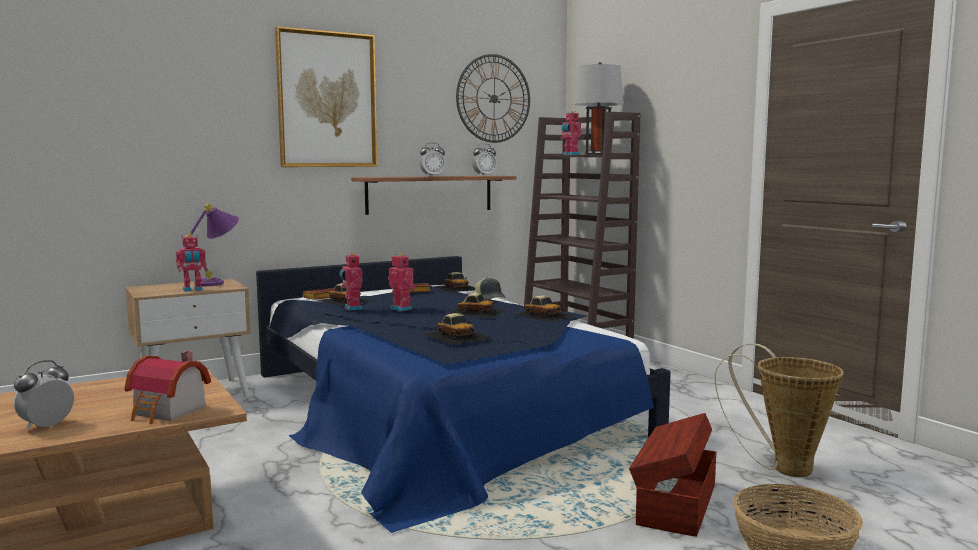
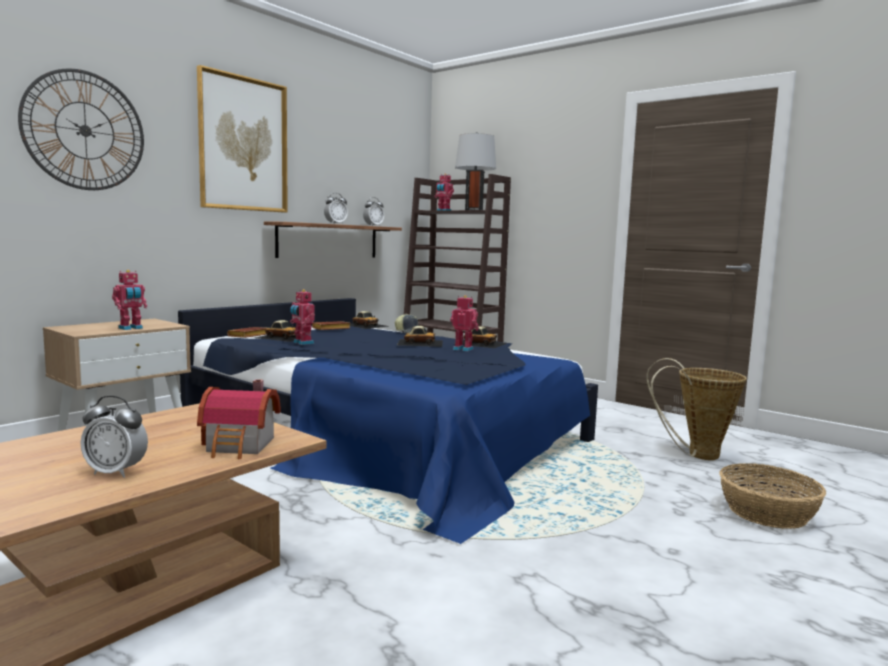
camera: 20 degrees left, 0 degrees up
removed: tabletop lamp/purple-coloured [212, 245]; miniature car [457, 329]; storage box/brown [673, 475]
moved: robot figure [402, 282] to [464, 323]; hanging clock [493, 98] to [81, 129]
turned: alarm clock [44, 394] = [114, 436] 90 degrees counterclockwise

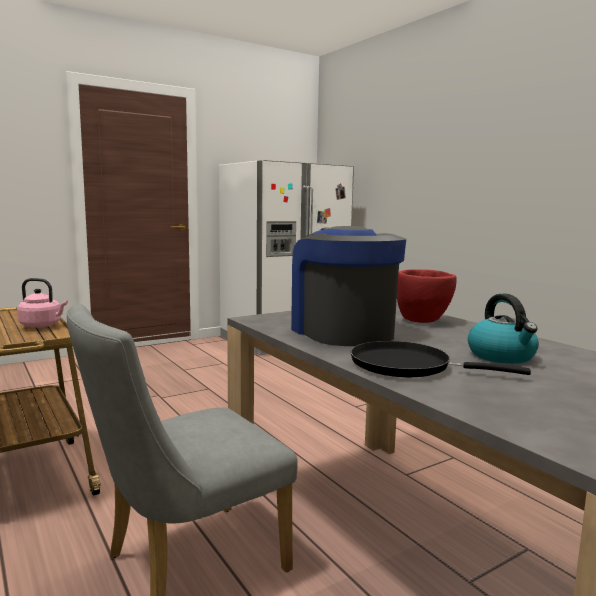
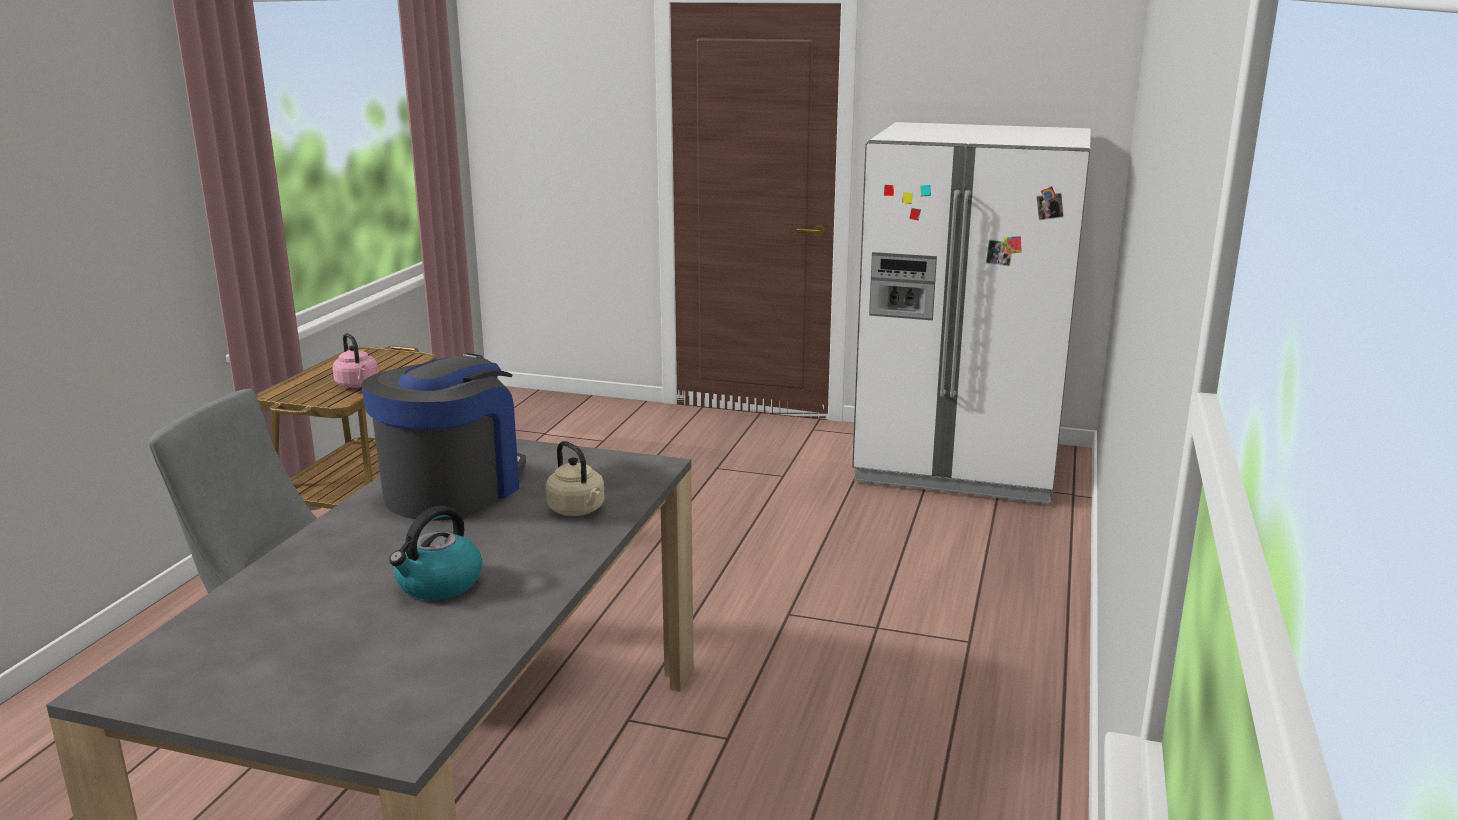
camera: 50 degrees right, 10 degrees up
removed: pan/black-coloured [441, 359]
replaced: deep dish/reddish [427, 296] to tea kettle/sand-coloured [575, 478]

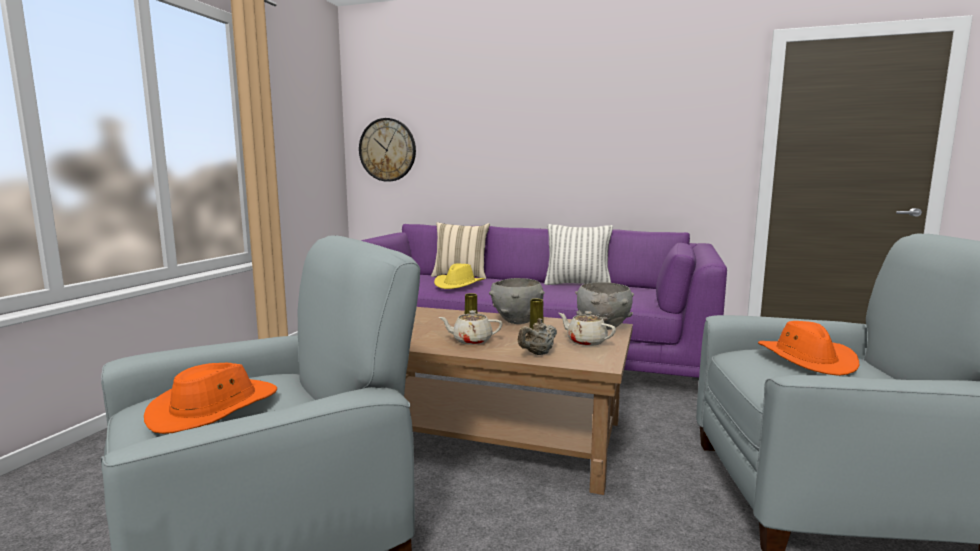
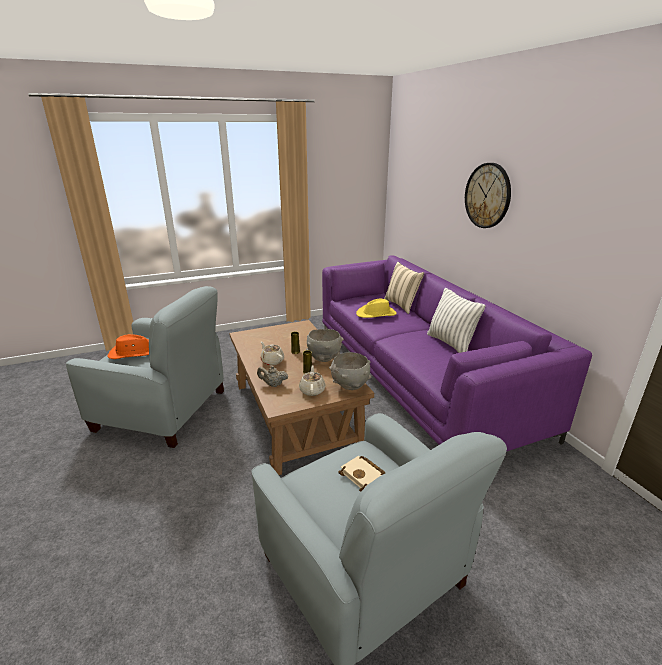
camera: 50 degrees right, 15 degrees up
moved: hanging clock [387, 150] to [488, 195]
replaced: wearable hat/orange-coloured [808, 348] to volume/sand-coloured [361, 474]

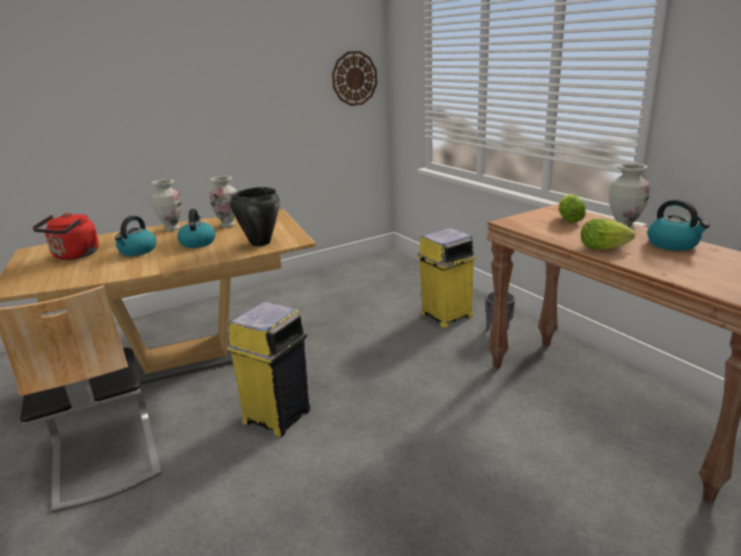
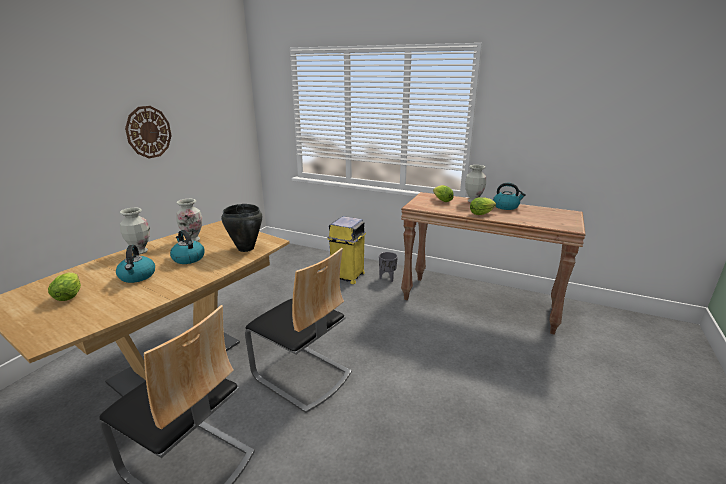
camera: 35 degrees left, 0 degrees up
moved: hanging clock [354, 78] to [148, 132]
replaced: tea kettle/reddish [65, 236] to lettuce [64, 286]; trash can/yellow [268, 369] to upright chair [298, 330]

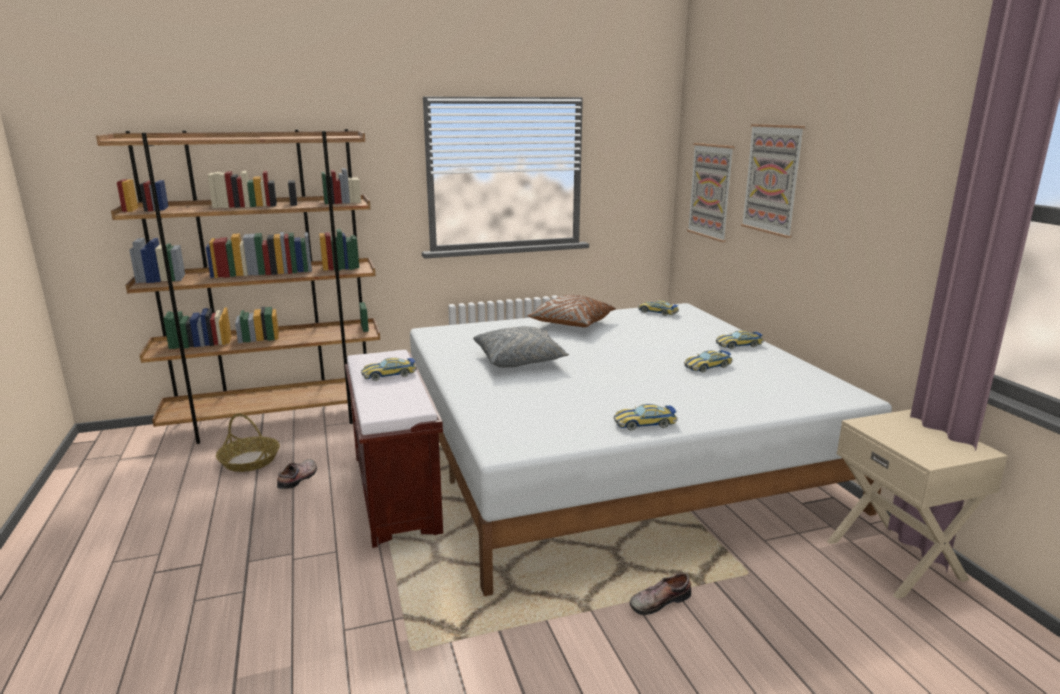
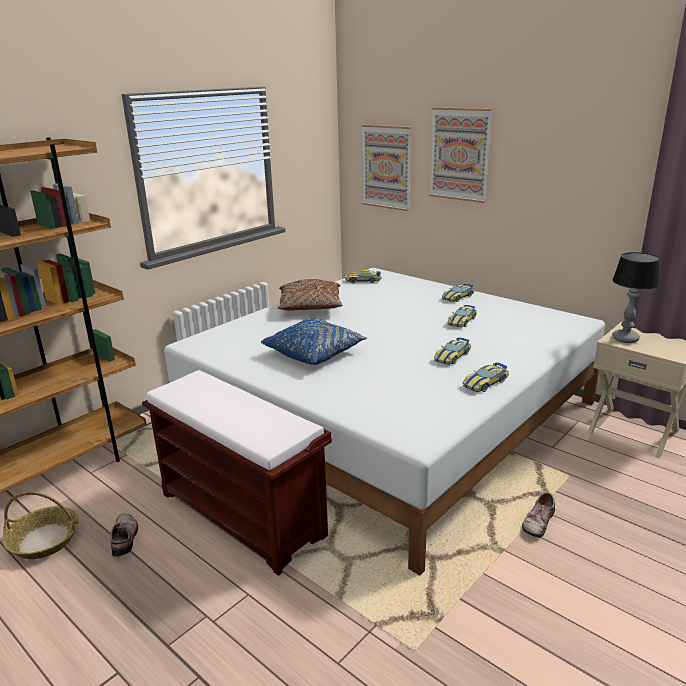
camera: 30 degrees left, 5 degrees up
added: tabletop lamp [635, 297]
moved: miniature car [389, 369] to [452, 351]
recoloured: throw pillow/grey [521, 347] to throw pillow/blue [314, 342]

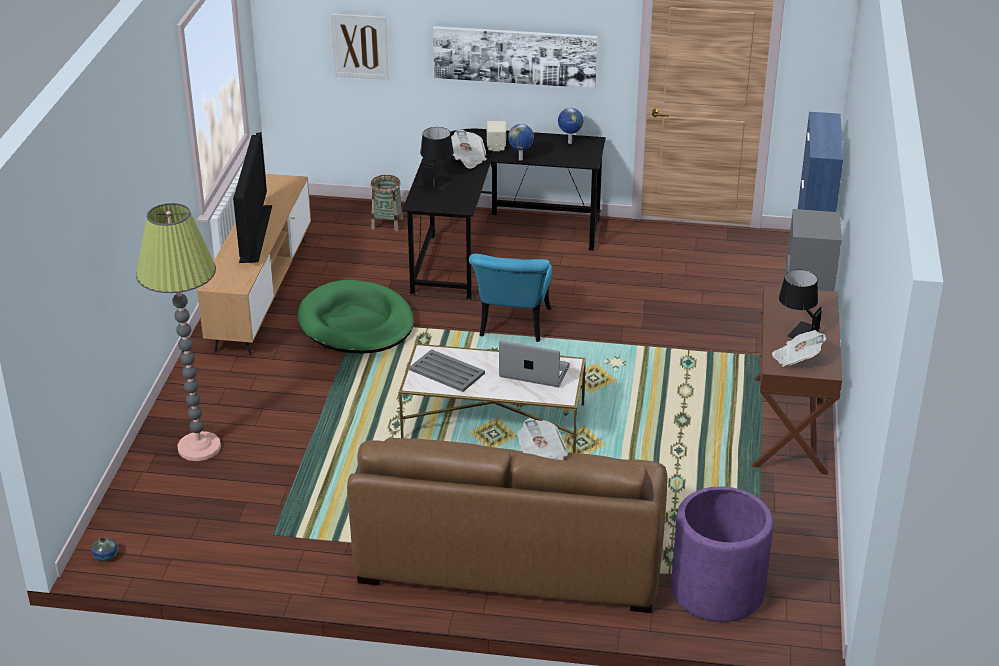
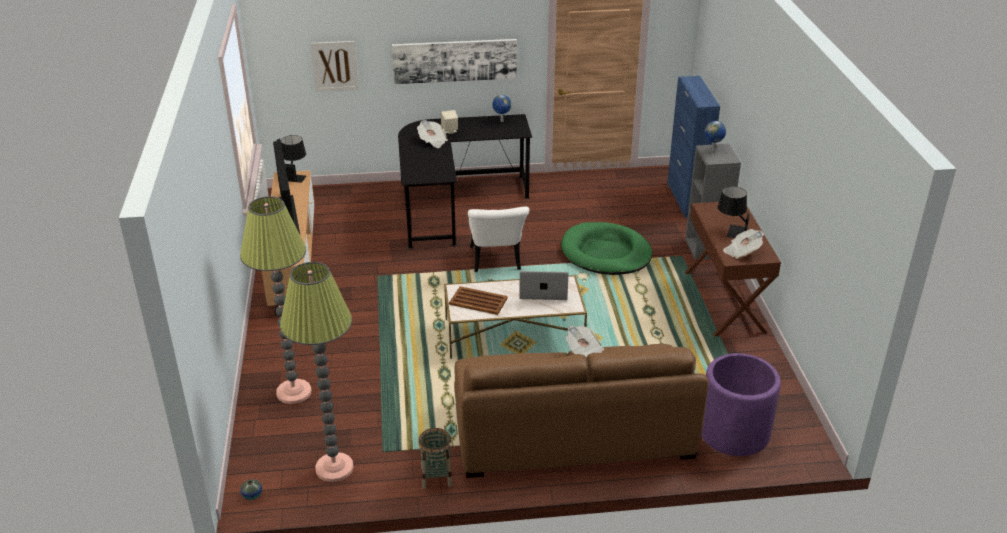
camera: 15 degrees left, 0 degrees up
added: standard lamp [317, 372]
moved: dog cushion/green [356, 317] to [606, 248]; household basket [387, 203] to [435, 458]; tabletop lamp/black-coloured [435, 158] to [293, 159]; desk globe [521, 142] to [715, 136]
recoloured: serving tray/grey [447, 370] to serving tray/brown [478, 300]; upright chair/blue-green [510, 298] to upright chair/whitish [498, 239]

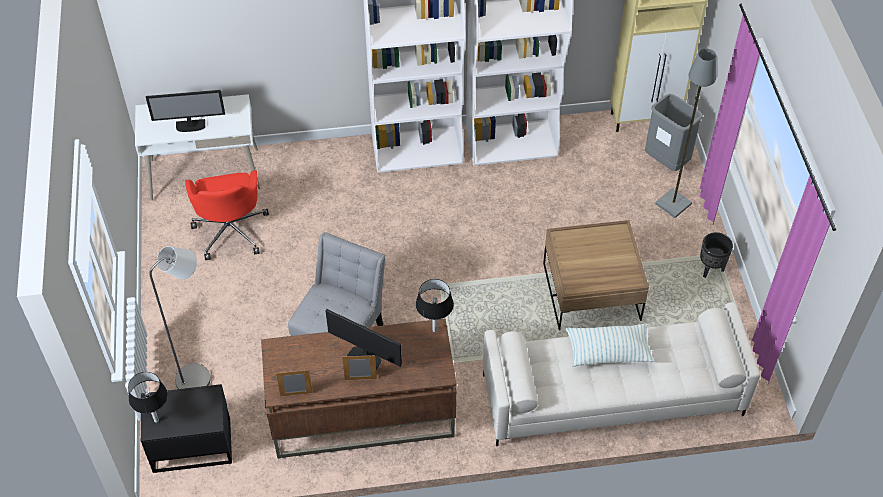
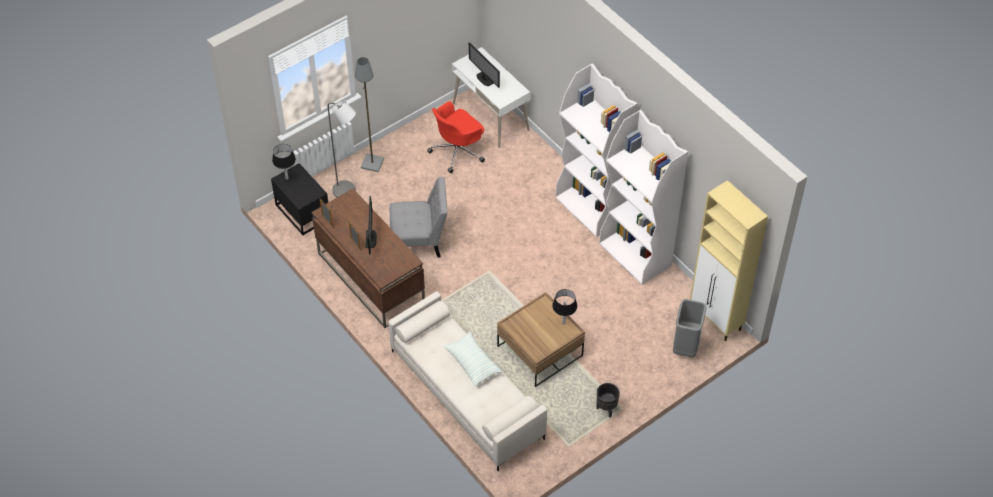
camera: 60 degrees right, 0 degrees up
moved: tabletop lamp/black-coloured [435, 305] to [564, 307]; standard lamp/grey [686, 133] to [369, 114]

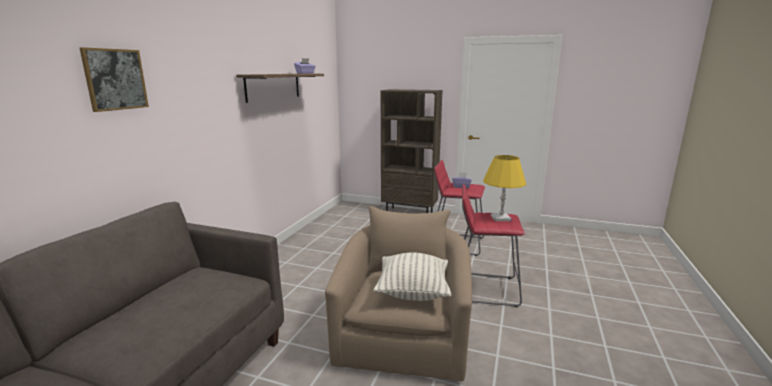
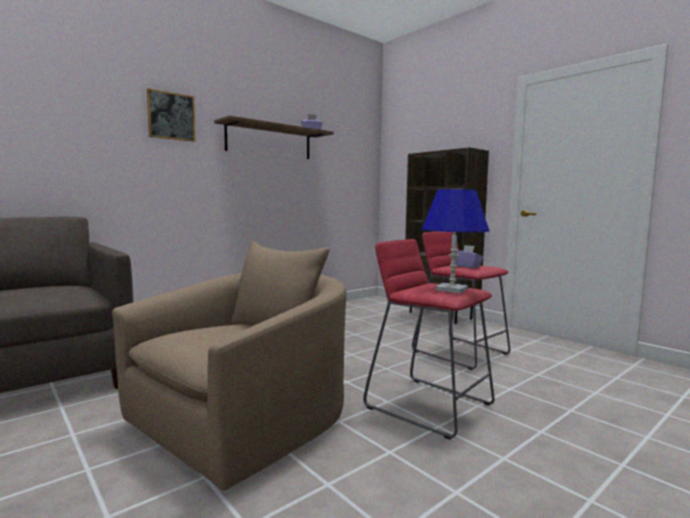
camera: 30 degrees right, 10 degrees down
removed: throw pillow [413, 276]
moved: picture [114, 79] to [171, 115]
recoloured: tabletop lamp/yellow [504, 188] to tabletop lamp/blue [455, 241]

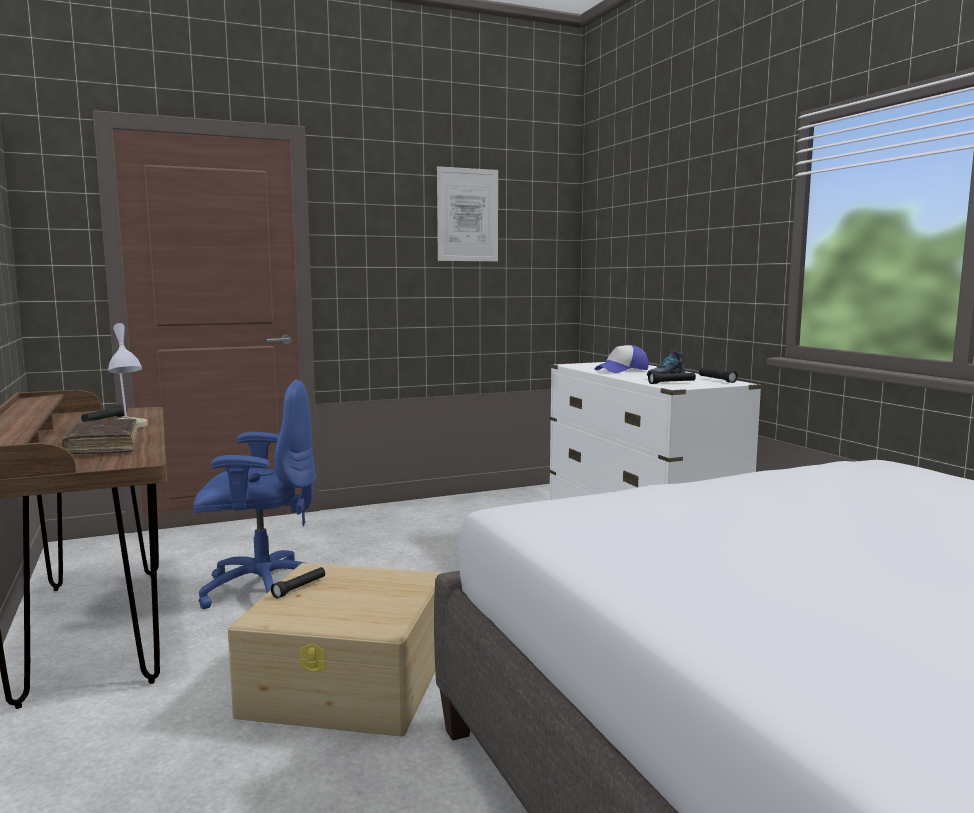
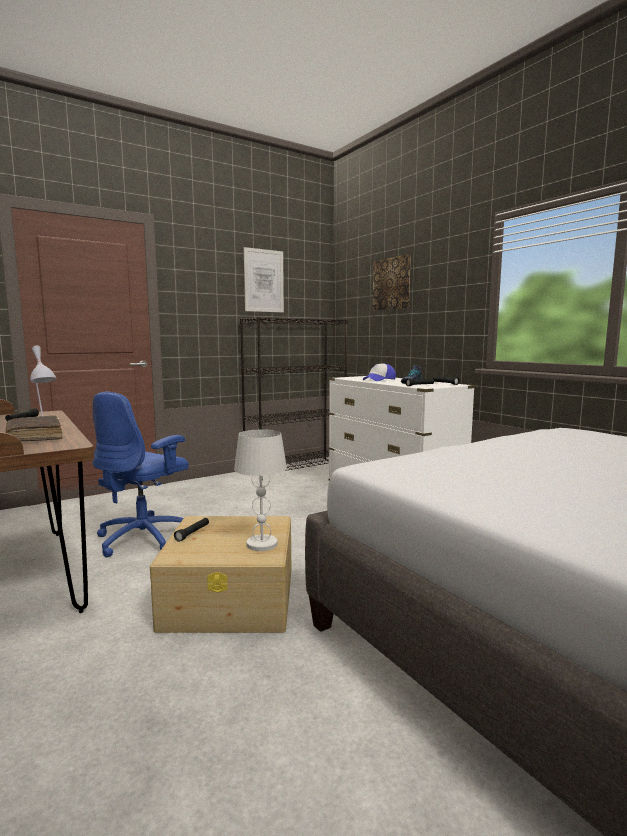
camera: 10 degrees left, 0 degrees up
added: tabletop lamp/whitish [260, 490]; shelving unit/black-coloured [294, 399]; picture [392, 282]
turned: office chair/blue [254, 494] = [141, 475] 135 degrees clockwise

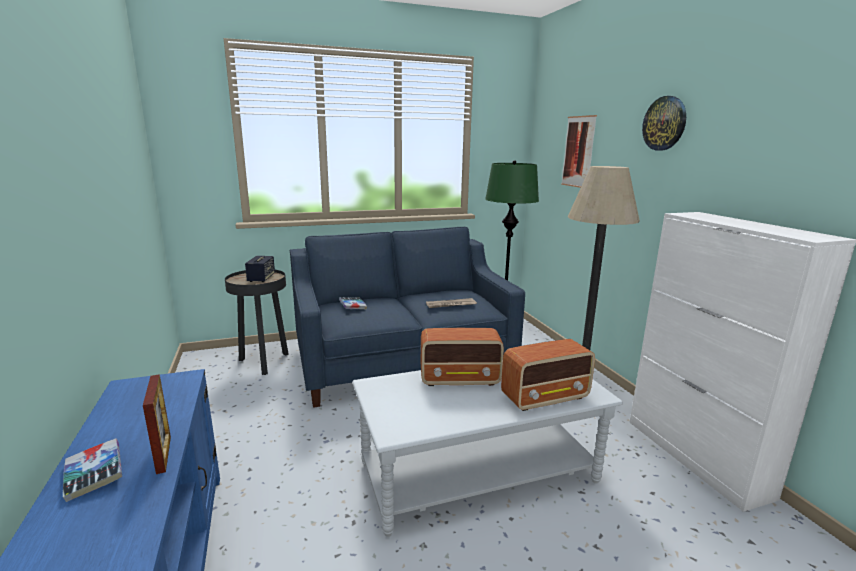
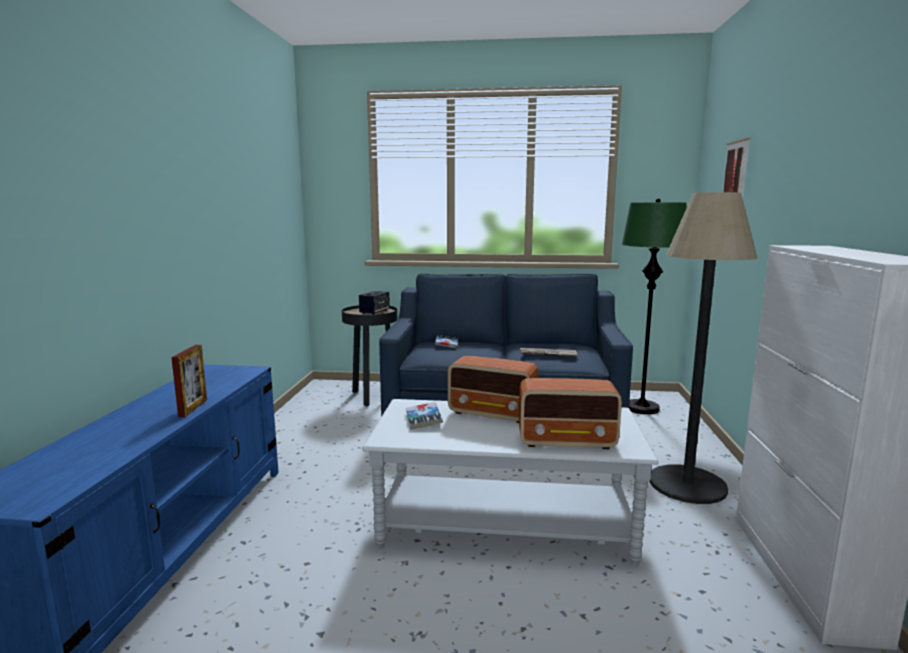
camera: 25 degrees right, 5 degrees down
removed: hanging clock [664, 123]
moved: volume [92, 470] to [424, 416]

